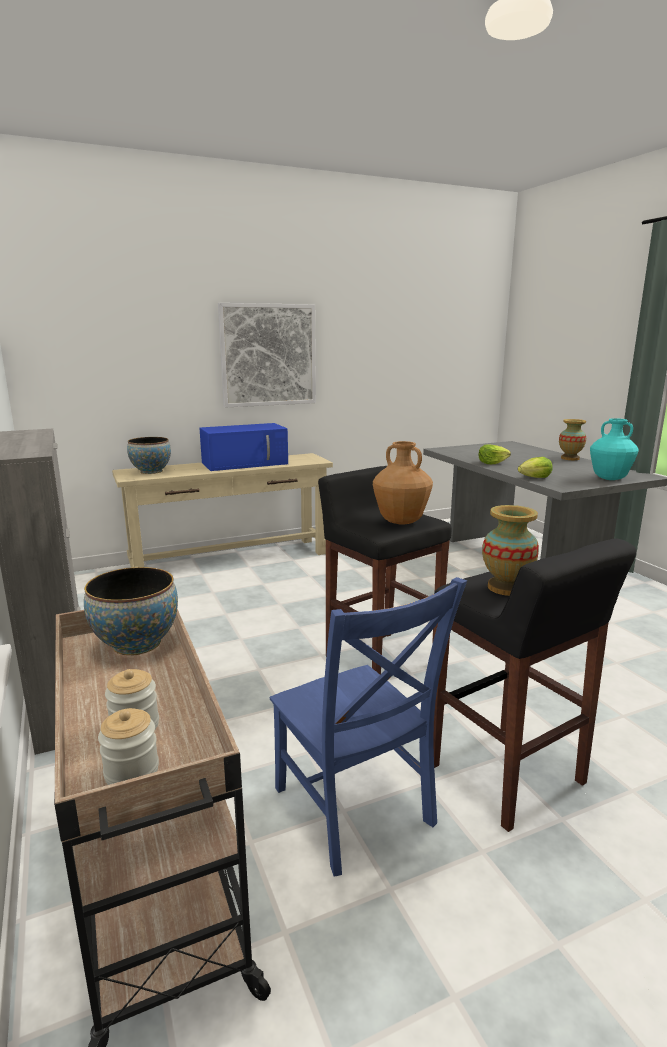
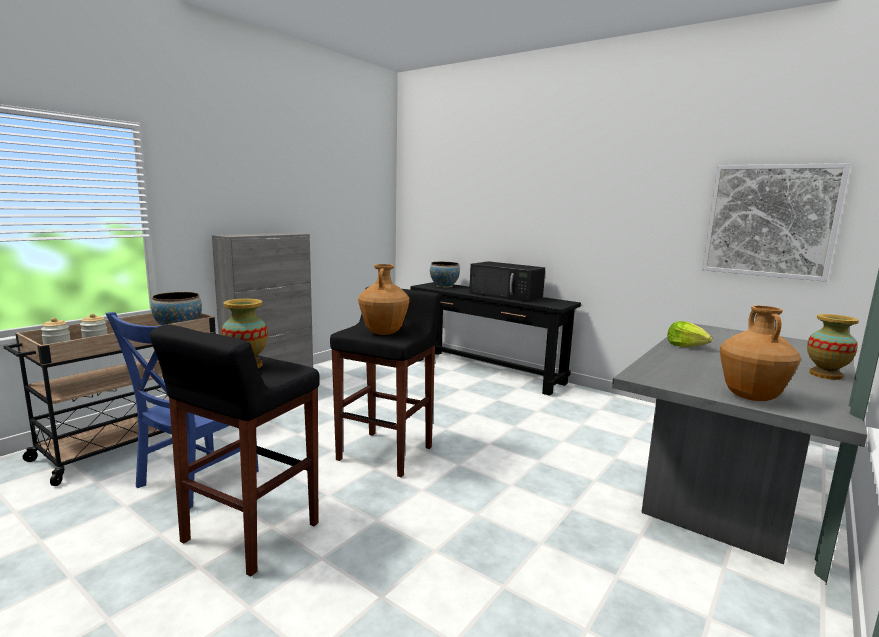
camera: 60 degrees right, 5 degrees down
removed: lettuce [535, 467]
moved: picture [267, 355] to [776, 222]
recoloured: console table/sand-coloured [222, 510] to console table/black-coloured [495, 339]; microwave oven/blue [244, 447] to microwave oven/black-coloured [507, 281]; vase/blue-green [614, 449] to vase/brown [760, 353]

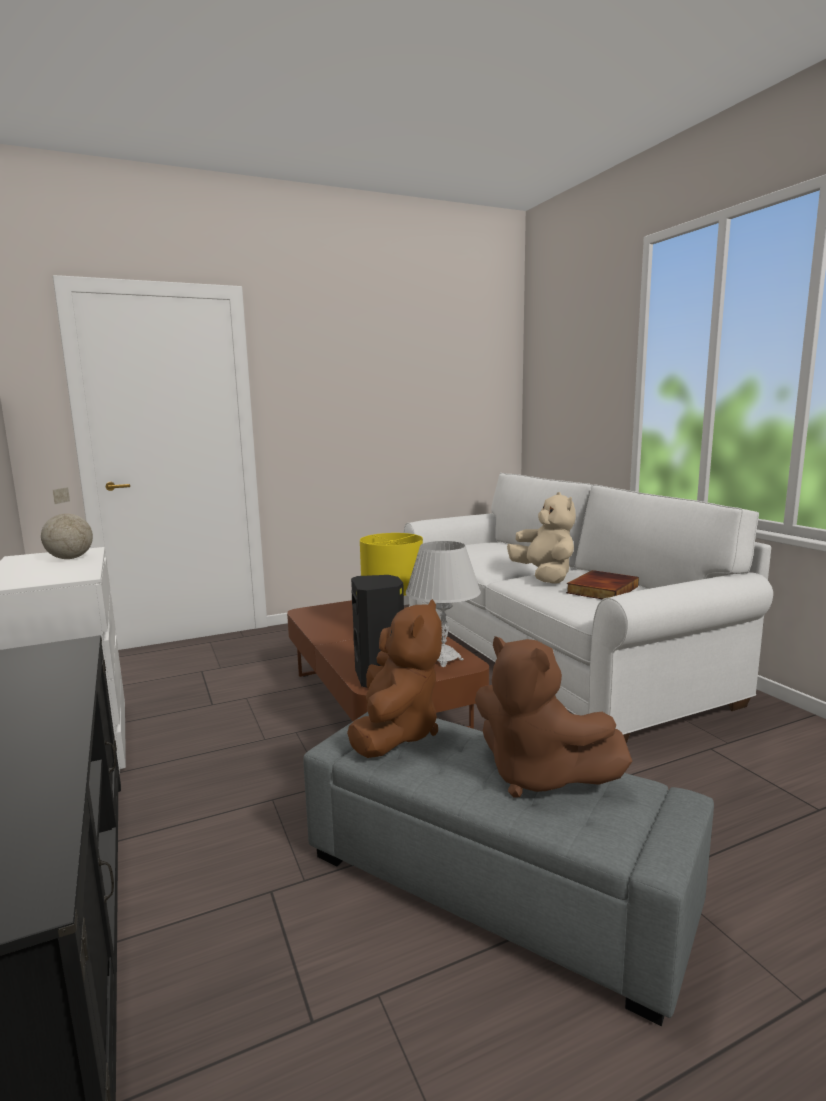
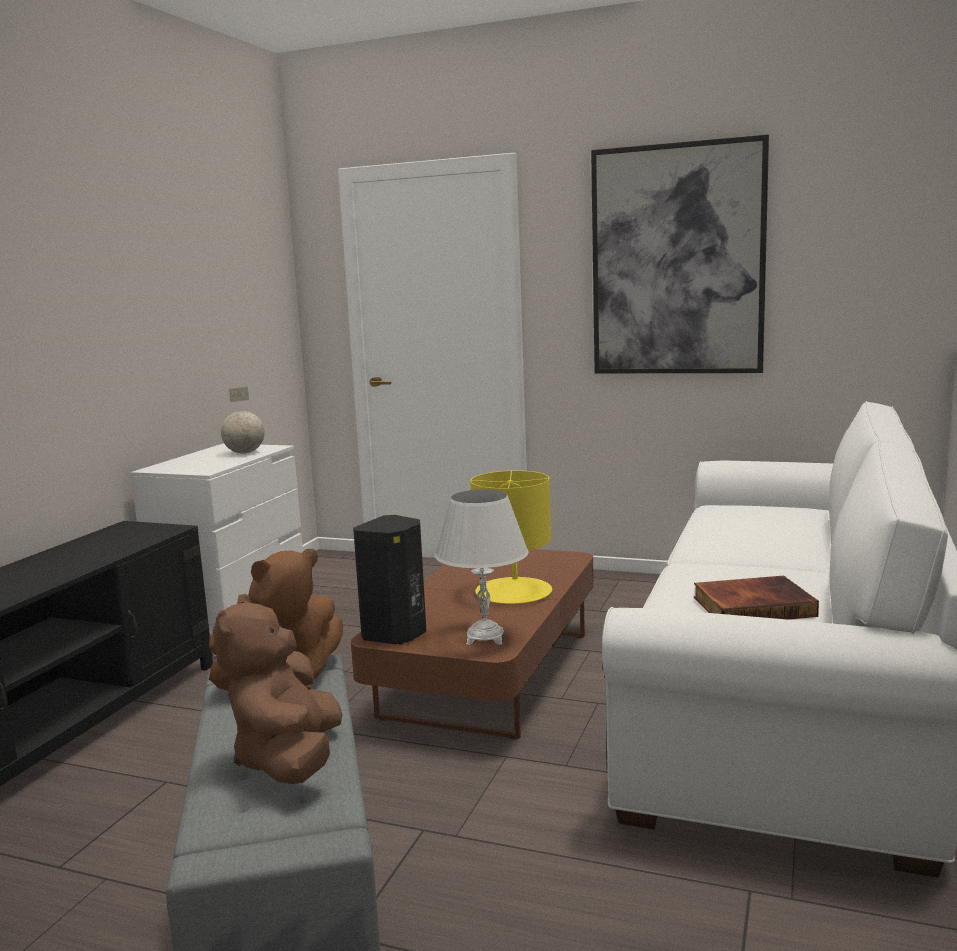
camera: 45 degrees right, 0 degrees up
removed: soft toy/sand-coloured [541, 537]
added: picture [680, 253]

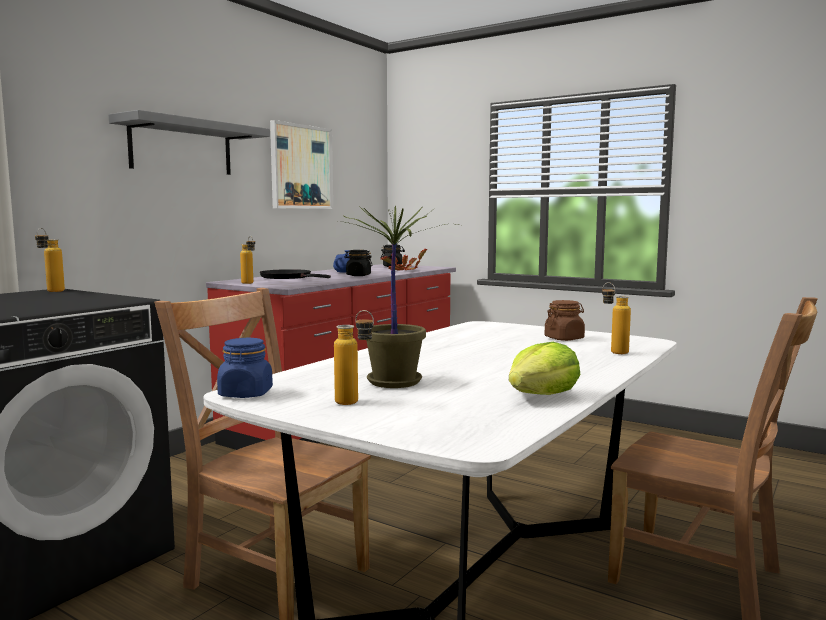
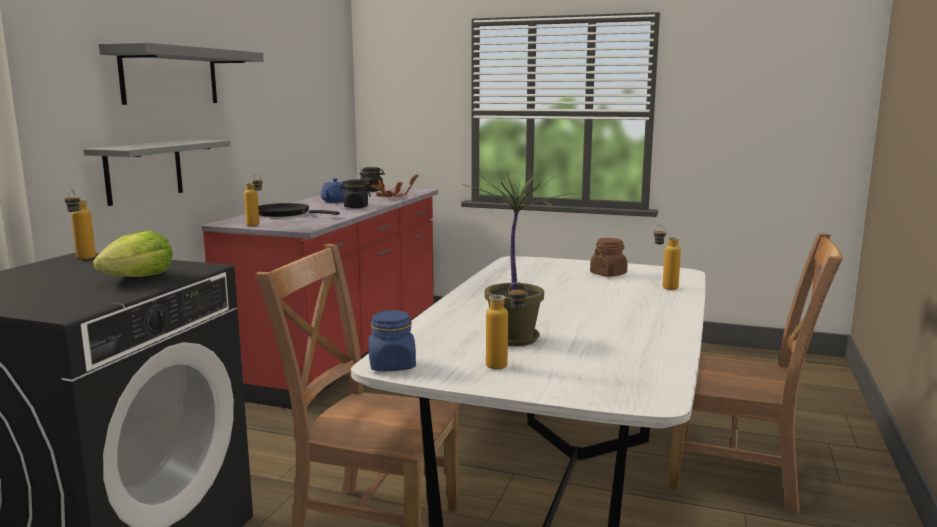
camera: 15 degrees left, 5 degrees up
removed: picture [301, 164]
added: wall shelf/grey [157, 173]
moved: lettuce [544, 368] to [133, 253]

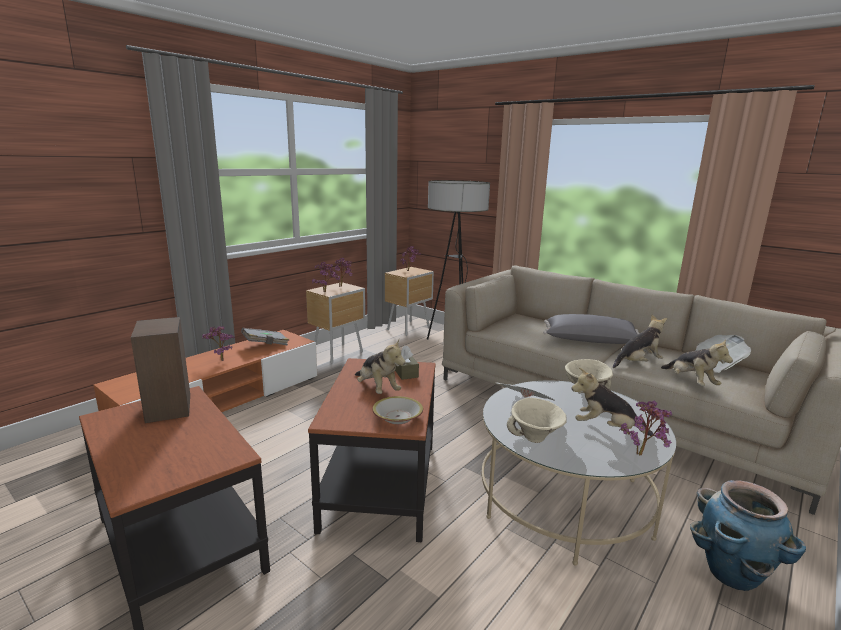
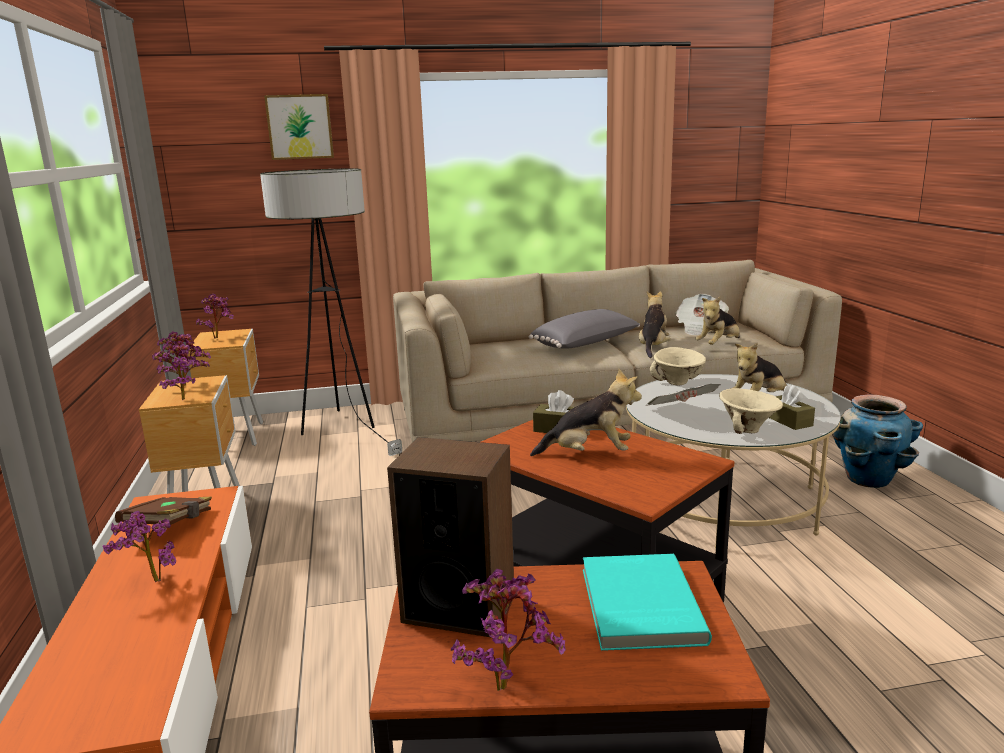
camera: 50 degrees left, 0 degrees up
removed: deep dish [398, 410]
added: picture [299, 127]; volume/blue-green [647, 602]; tissue holder/brown [792, 407]
moved: potted plant [645, 428] to [508, 630]
recoloured: volume/grey [265, 336] to volume/brown [163, 511]
turned: soft toy [697, 362] = [717, 321] 120 degrees clockwise

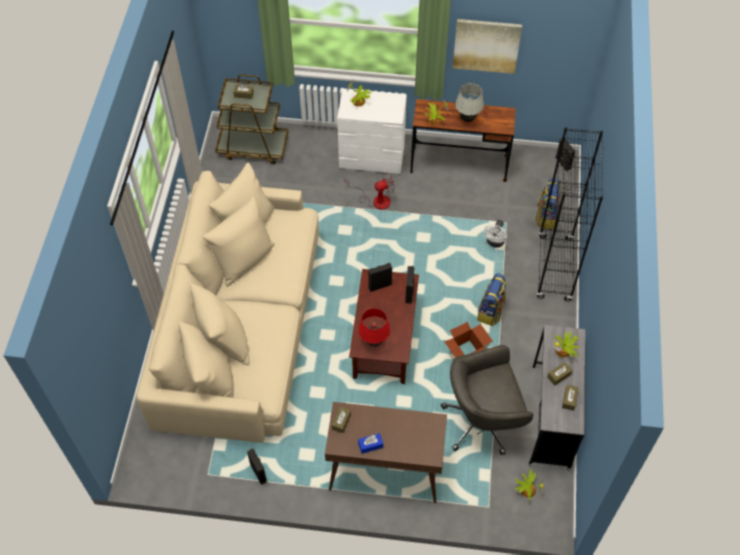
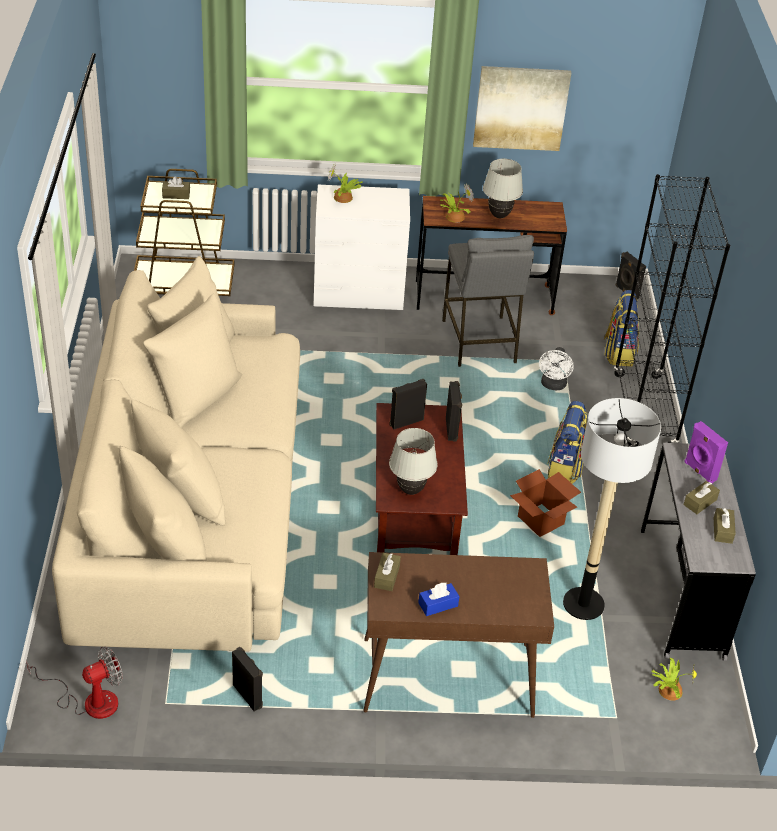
camera: 10 degrees left, 15 degrees down
added: sitting stool/grey [488, 301]
moved: electric fan [369, 191] to [74, 682]
replaced: office chair/grey [487, 400] to standard lamp [612, 509]; potted plant [566, 344] to loudspeaker/purple-coloured [706, 452]
recoloured: tabletop lamp/reddish [374, 327] to tabletop lamp/whitish [413, 461]

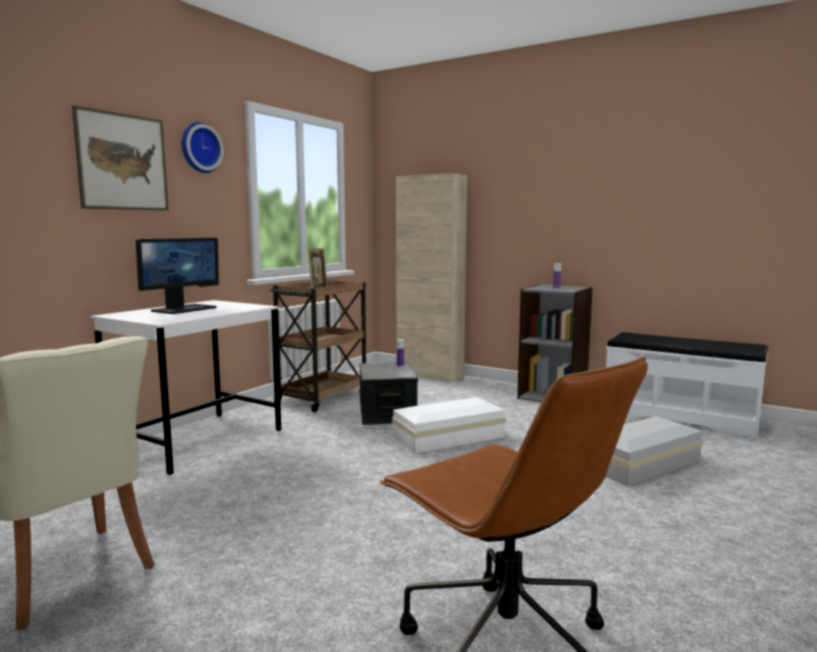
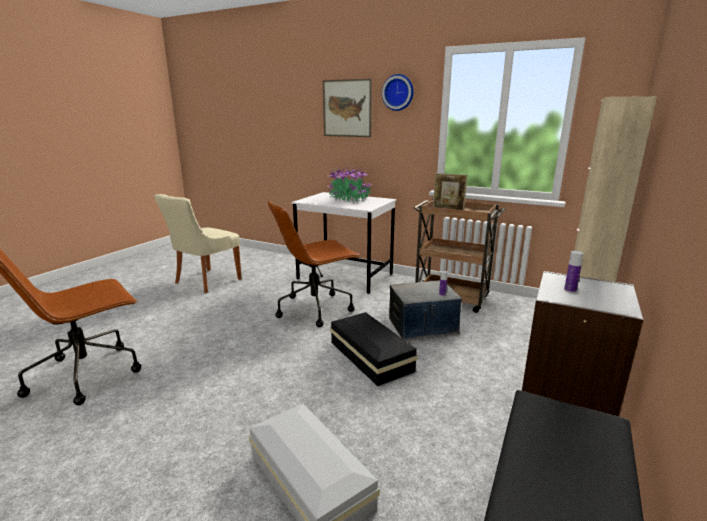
camera: 85 degrees right, 10 degrees up
added: office chair/brown [314, 264]
replaced: monitor [177, 276] to potted plant [349, 184]
recoloured: storage box/whitish [449, 425] to storage box/black-coloured [374, 349]

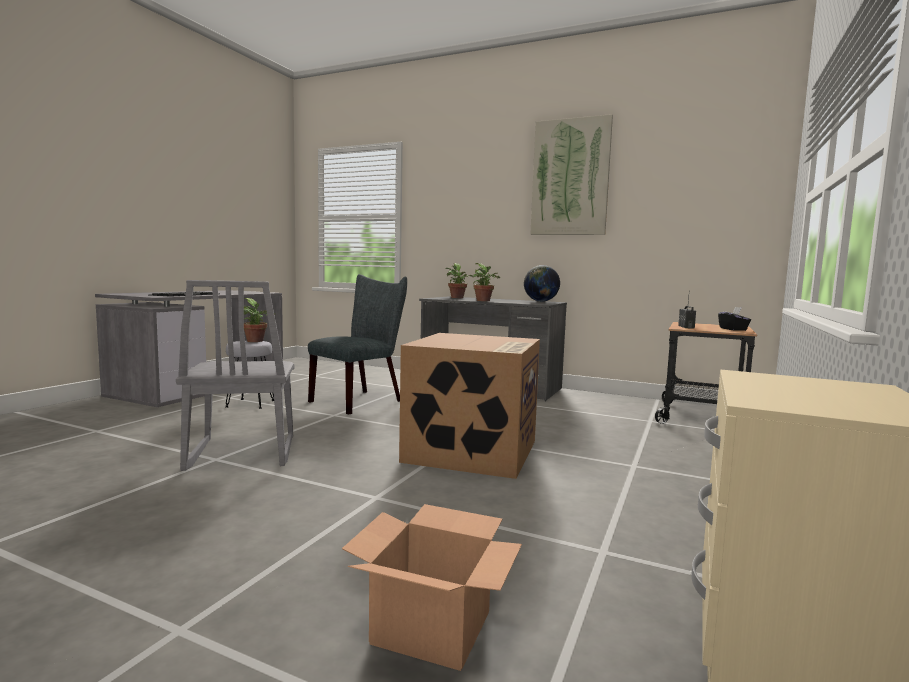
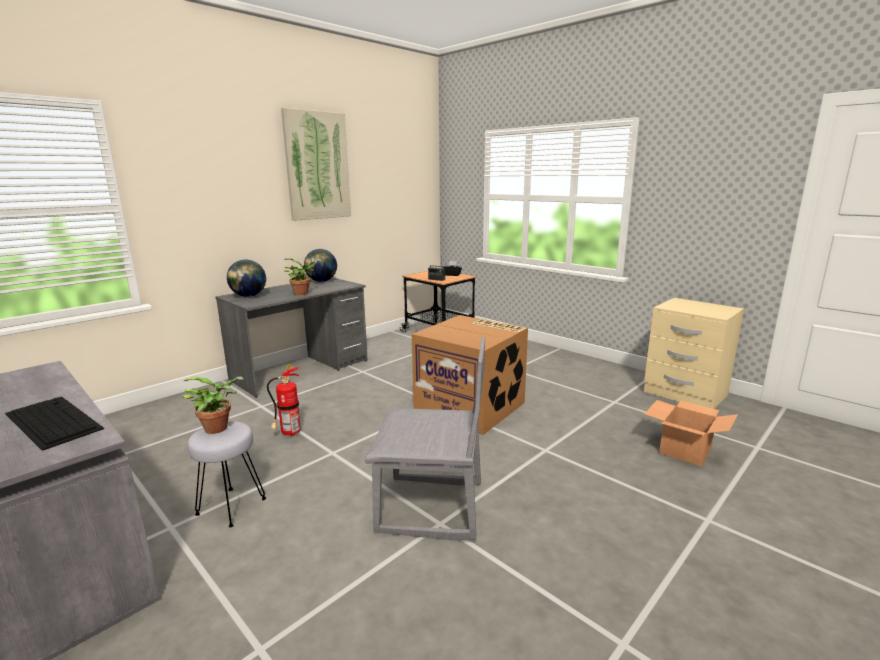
camera: 70 degrees left, 10 degrees up
replaced: upright chair/grey [357, 344] to fire-fighting cylinder [284, 400]; potted plant [459, 280] to desk globe [246, 278]

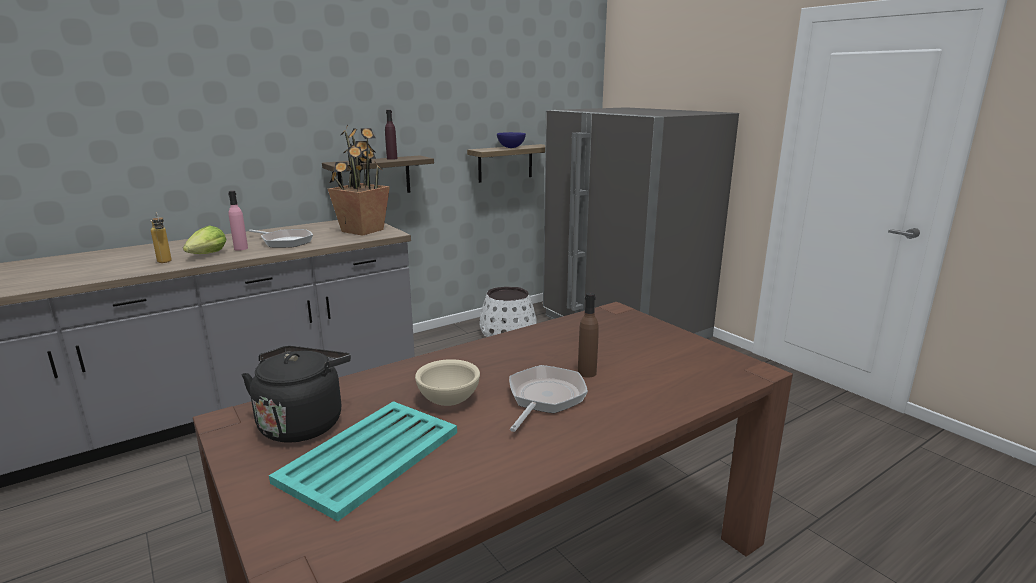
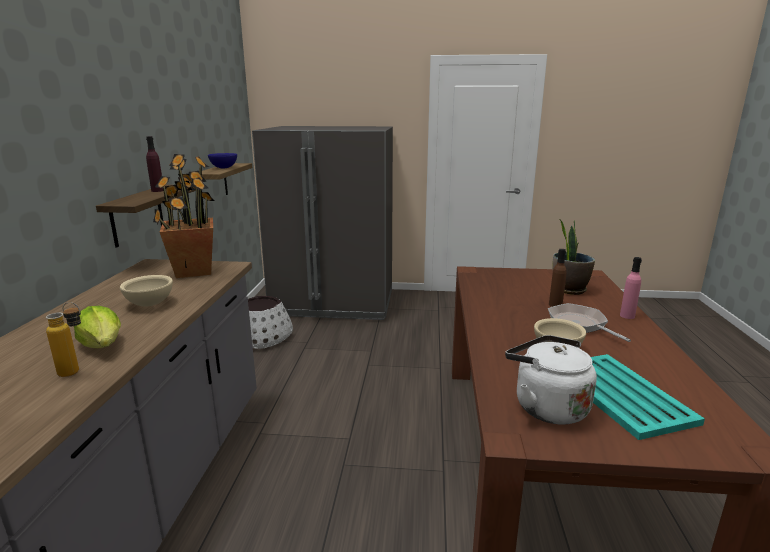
camera: 50 degrees left, 0 degrees up
added: potted plant [574, 257]
moved: drink bottle/pink-coloured [238, 221] to [631, 288]
replaced: pan [281, 238] to deep dish/sand-coloured [146, 290]
recoloured: tea kettle/black-coloured [296, 394] to tea kettle/whitish [551, 380]

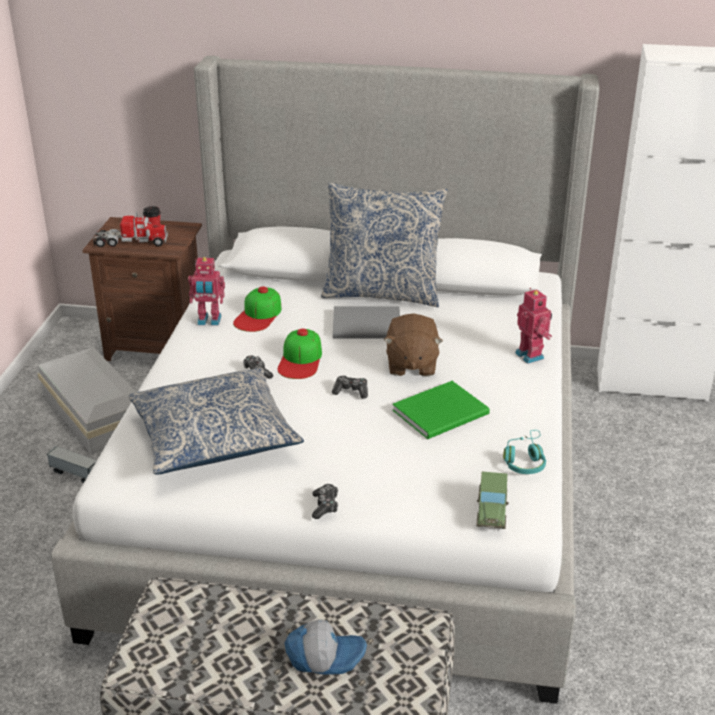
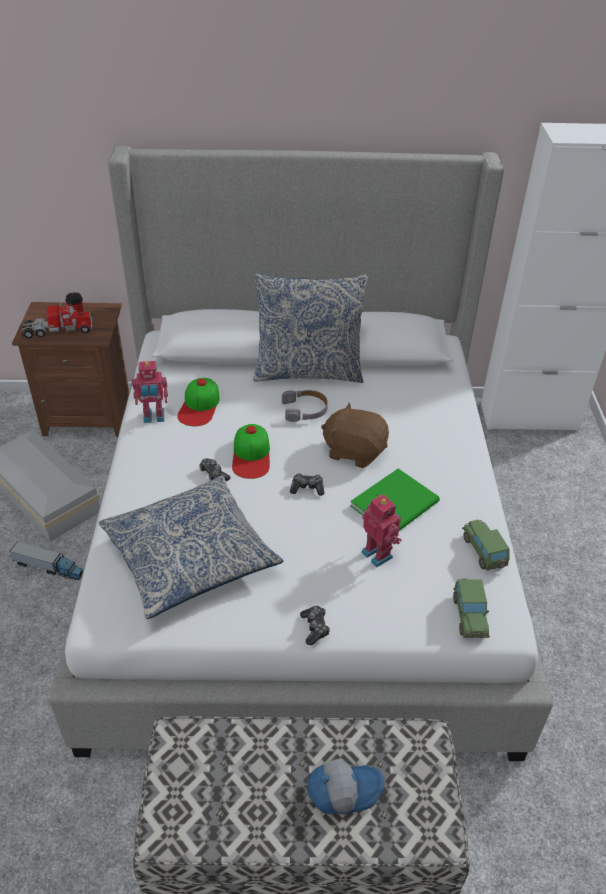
camera: 10 degrees left, 10 degrees up
moved: robot figure [533, 326] to [381, 531]
replaced: volume/grey [366, 322] to headphones/grey [305, 406]; headphones/blue-green [524, 452] to miniature car [486, 545]
turned: soft toy/brown [413, 344] = [355, 435] 120 degrees clockwise

